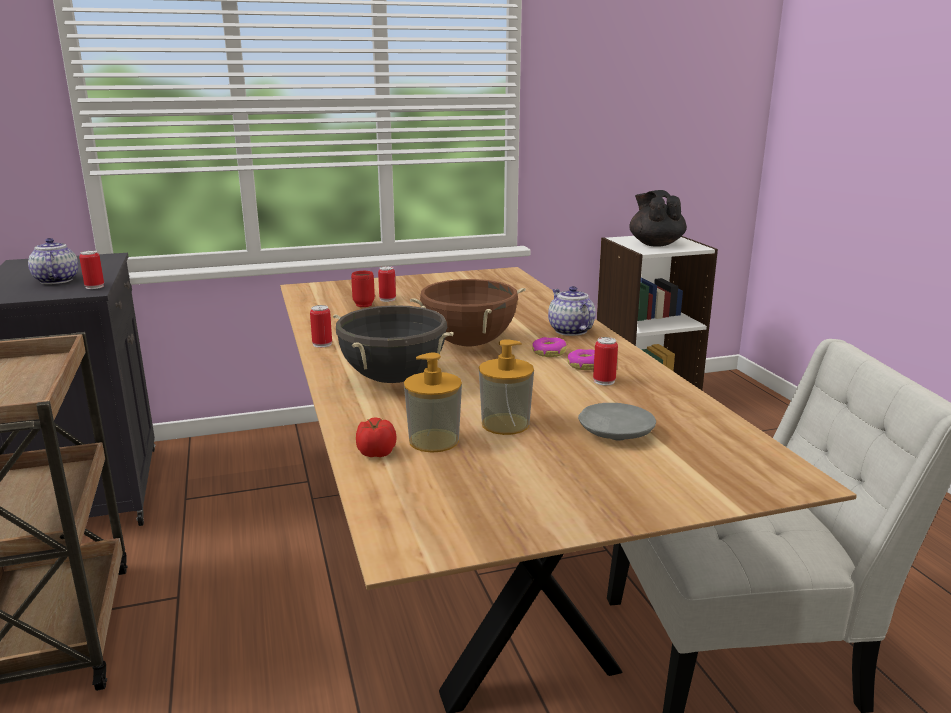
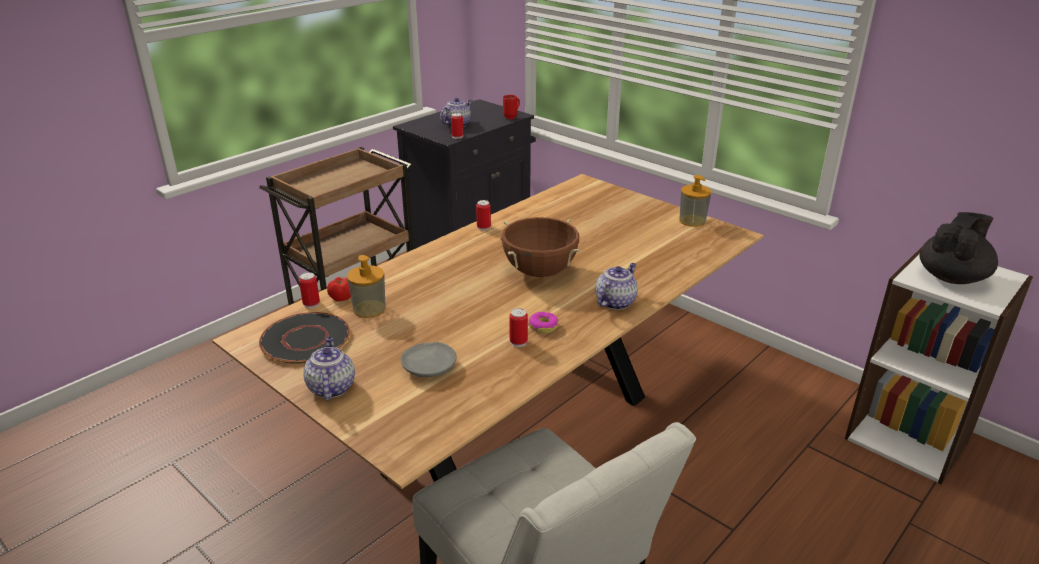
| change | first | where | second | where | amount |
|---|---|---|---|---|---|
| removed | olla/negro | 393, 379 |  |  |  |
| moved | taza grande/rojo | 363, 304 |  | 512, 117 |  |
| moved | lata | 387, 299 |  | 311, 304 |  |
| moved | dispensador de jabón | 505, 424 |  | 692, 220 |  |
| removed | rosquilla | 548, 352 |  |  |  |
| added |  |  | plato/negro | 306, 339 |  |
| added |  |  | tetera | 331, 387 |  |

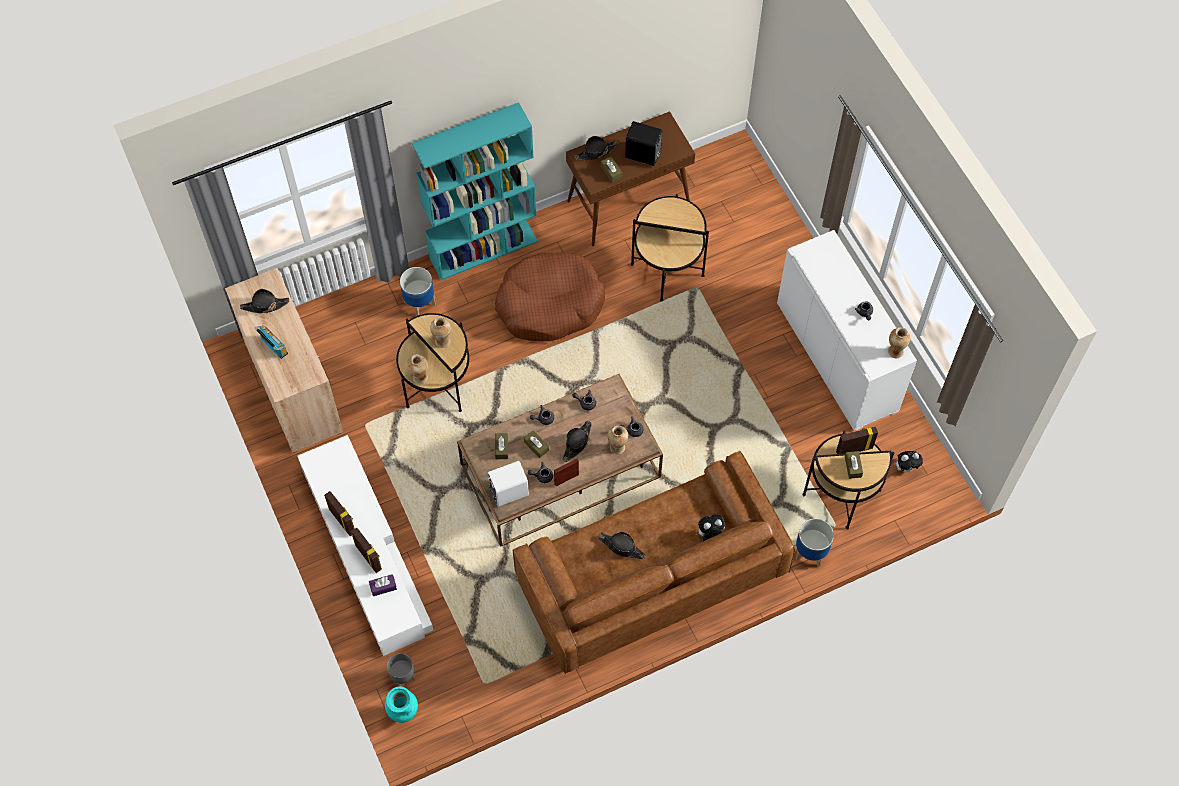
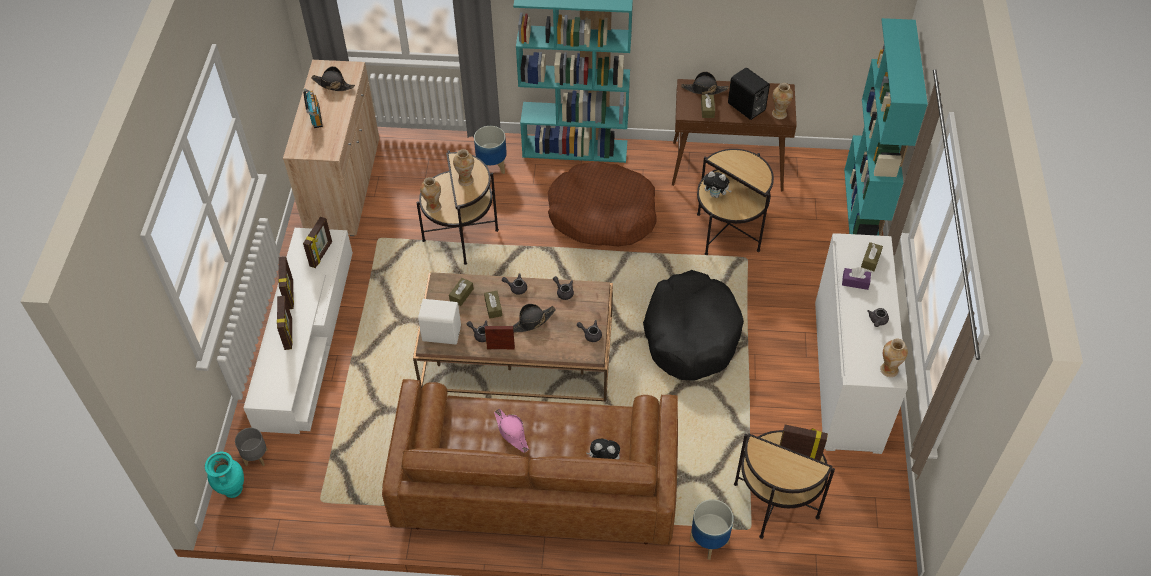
| change | first | where | second | where | amount |
|---|---|---|---|---|---|
| moved | caja de pañuelos/morado | 383, 587 |  | 855, 282 |  |
| recoloured | sombrero/negro | 622, 547 | sombrero/rosa | 511, 432 |  |
| moved | florero | 617, 447 |  | 779, 114 |  |
| moved | caja de pañuelos/marrón | 853, 467 |  | 870, 260 |  |
| moved | peluche | 906, 468 |  | 715, 195 |  |
| added |  |  | portarretratos | 321, 254 |  |
| added |  |  | cama para perro/negro | 691, 334 |  |
| added |  |  | estantería/turquesa | 863, 210 |  |

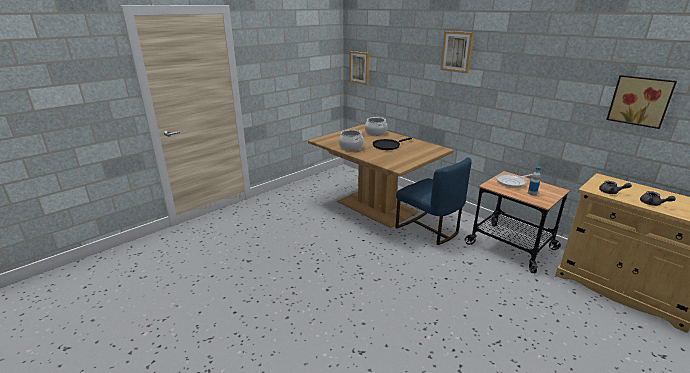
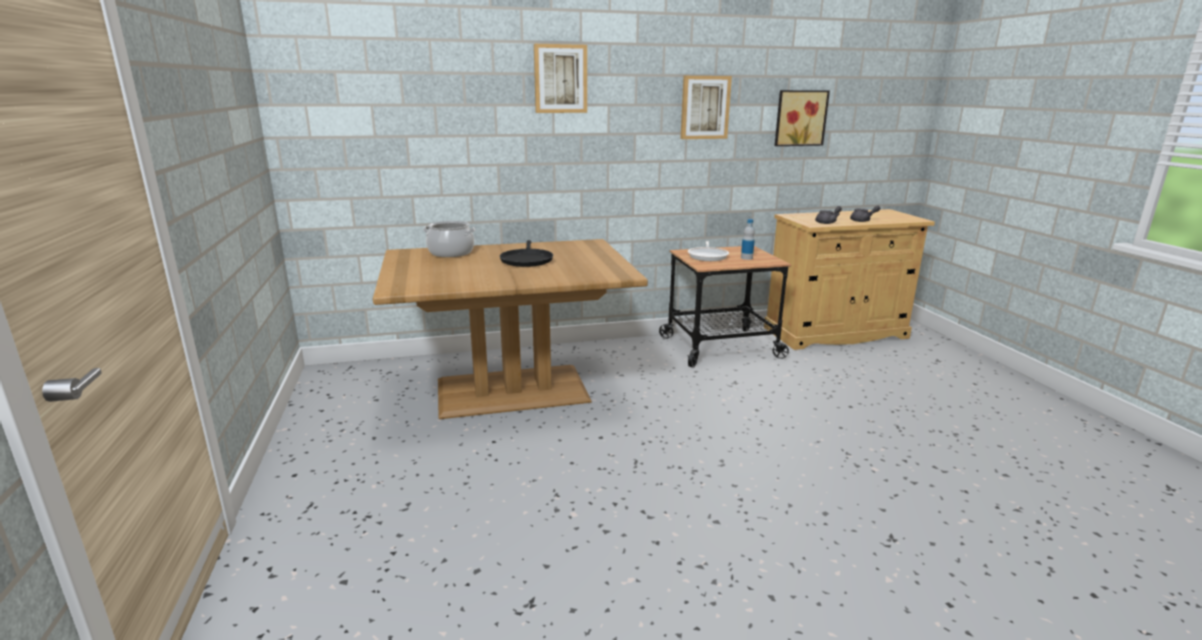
| change | first | where | second | where | amount |
|---|---|---|---|---|---|
| removed | olla | 350, 147 |  |  |  |
| moved | cuadro | 359, 67 |  | 704, 107 |  |
| removed | silla/azul | 429, 229 |  |  |  |

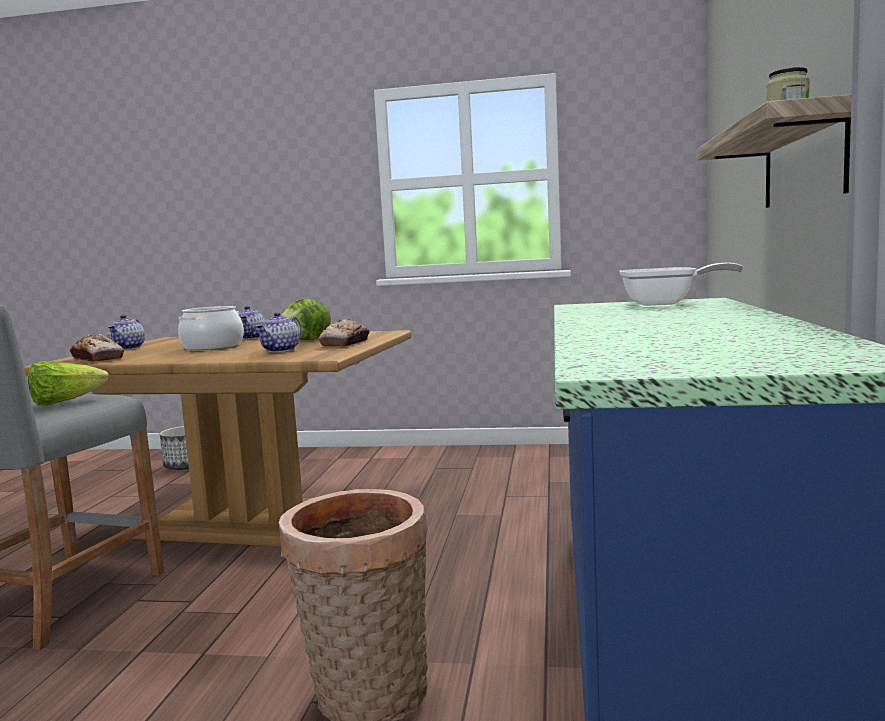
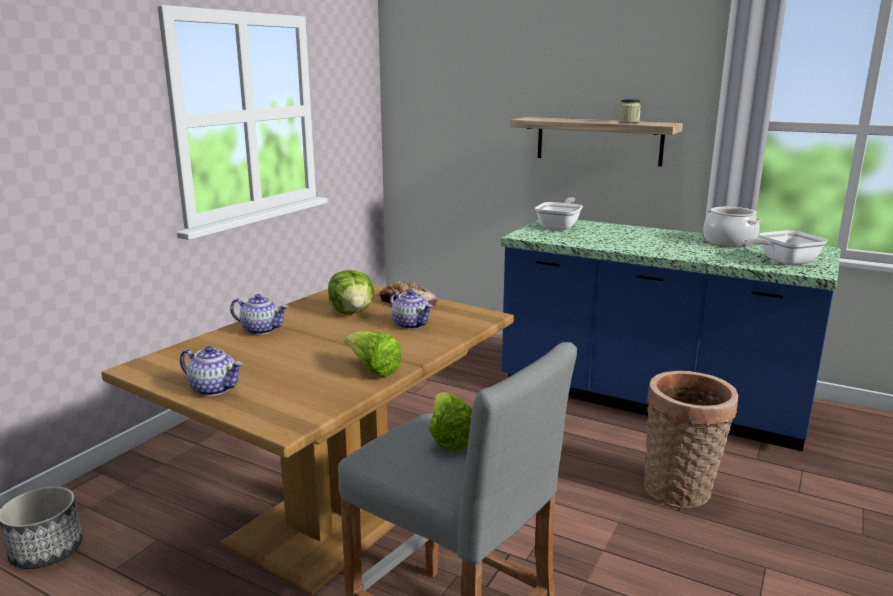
| change | first | where | second | where | amount |
|---|---|---|---|---|---|
| removed | pan | 97, 359 |  |  |  |
| moved | olla | 212, 346 |  | 729, 242 |  |
| added |  |  | lechuga | 373, 370 |  |
| added |  |  | sartén | 782, 262 |  |

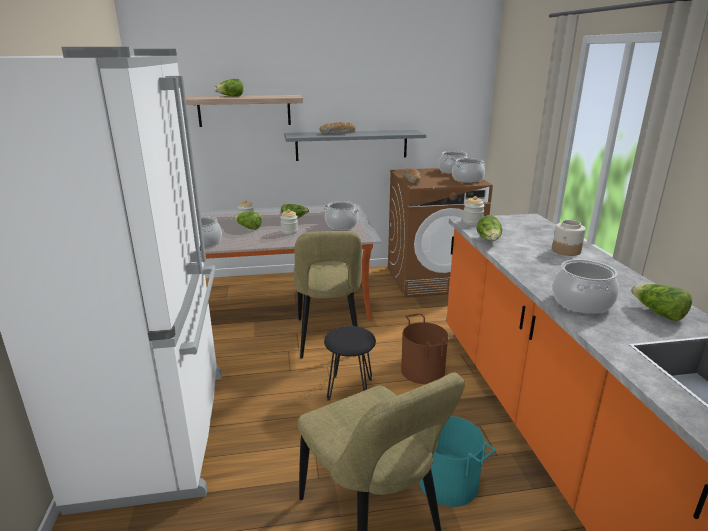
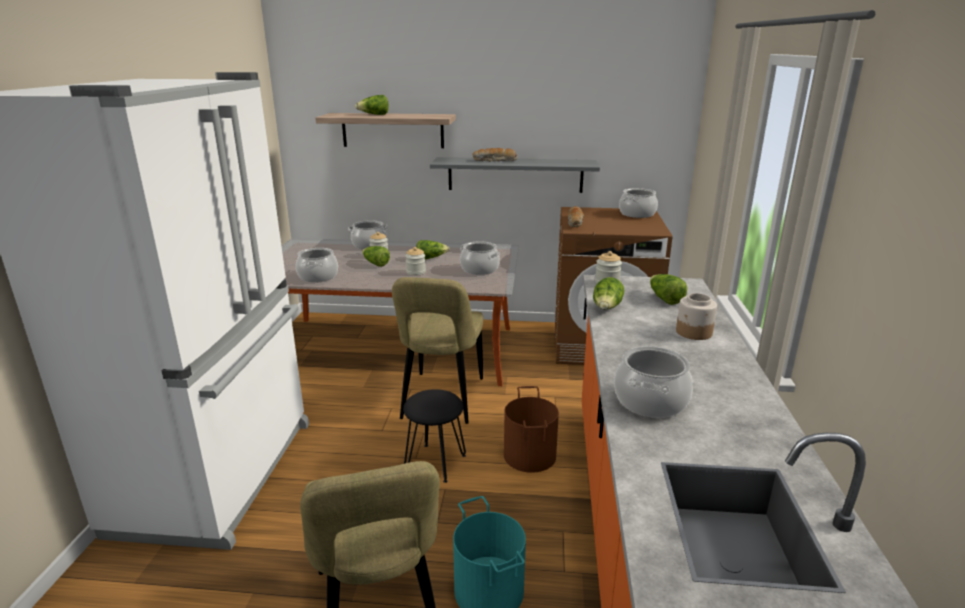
| change | first | where | second | where | amount |
|---|---|---|---|---|---|
| moved | olla | 467, 179 |  | 369, 245 |  |
| moved | lechuga | 658, 313 |  | 664, 299 |  |

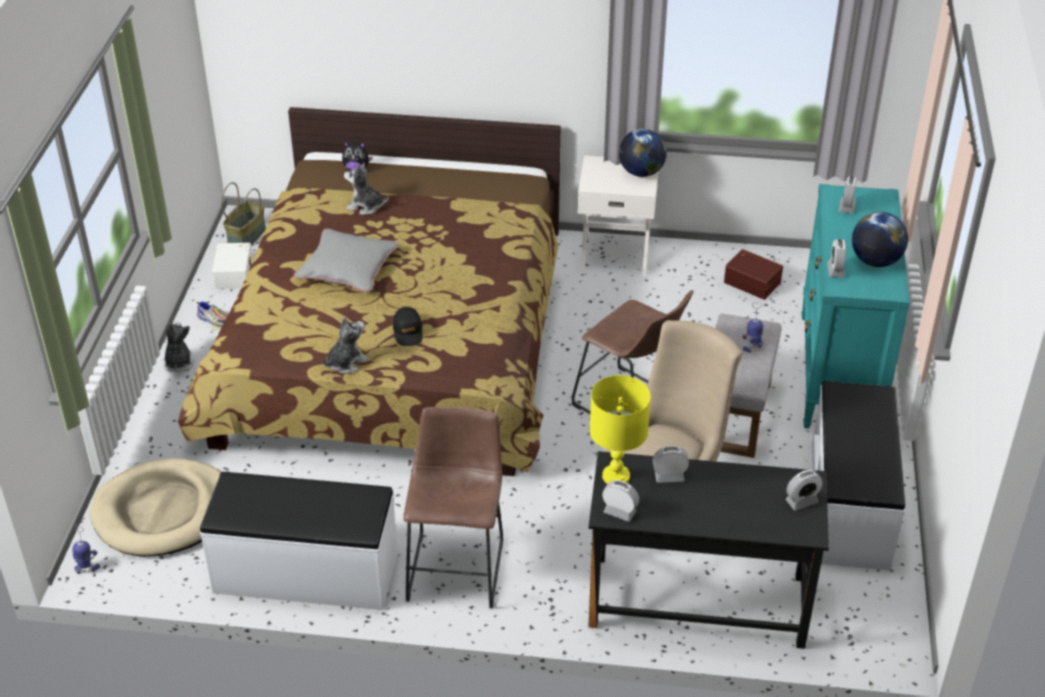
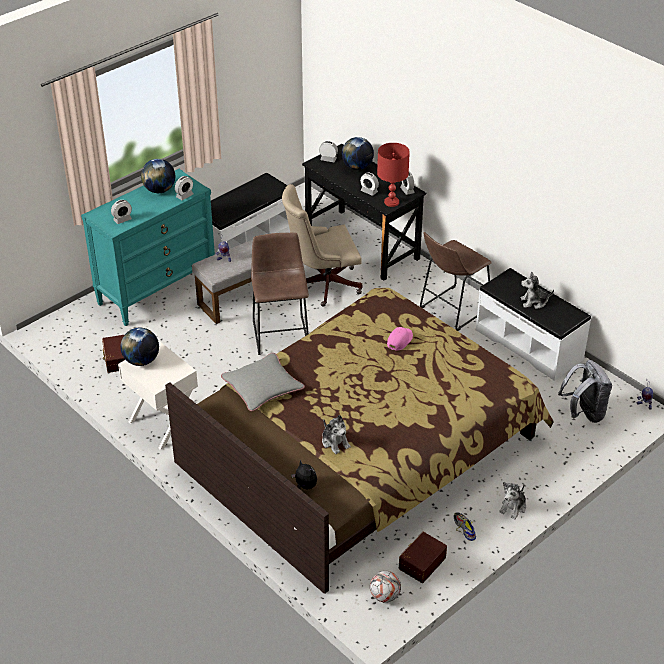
| change | first | where | second | where | amount |
|---|---|---|---|---|---|
| replaced | cama para perro/beis | 164, 512 | mochila/gris | 584, 413 |  |
| recoloured | caja de almacenaje/blanco | 235, 274 | caja de almacenaje/marrón | 421, 562 |  |
| replaced | cesta | 246, 236 | balón de fútbol | 385, 596 |  |
| moved | cojín/gris | 347, 267 |  | 262, 387 |  |
| moved | peluche | 345, 362 |  | 534, 302 |  |
| recoloured | gorra/negro | 408, 331 | gorra/rosa | 400, 340 |  |
| recoloured | lámpara de mesa/amarillo | 616, 476 | lámpara de mesa/rojo | 391, 202 |  |
| added |  |  | globo terráqueo | 357, 167 |  |

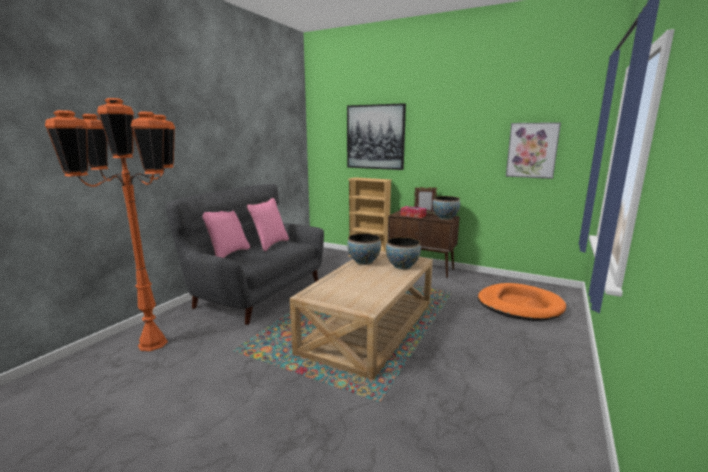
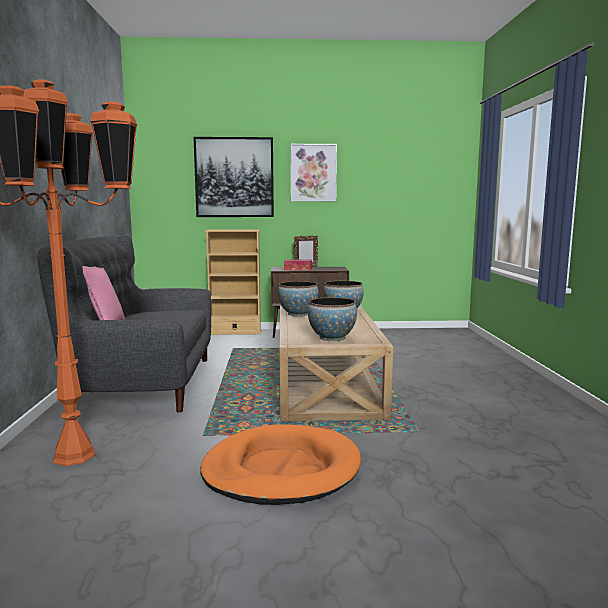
| change | first | where | second | where | amount |
|---|---|---|---|---|---|
| removed | cojín/rosa | 270, 244 |  |  |  |
| moved | cuenco | 445, 218 |  | 332, 338 |  |
| moved | cama para perro/naranja | 519, 305 |  | 281, 470 |  |
| moved | cuadro | 532, 150 |  | 313, 173 |  |

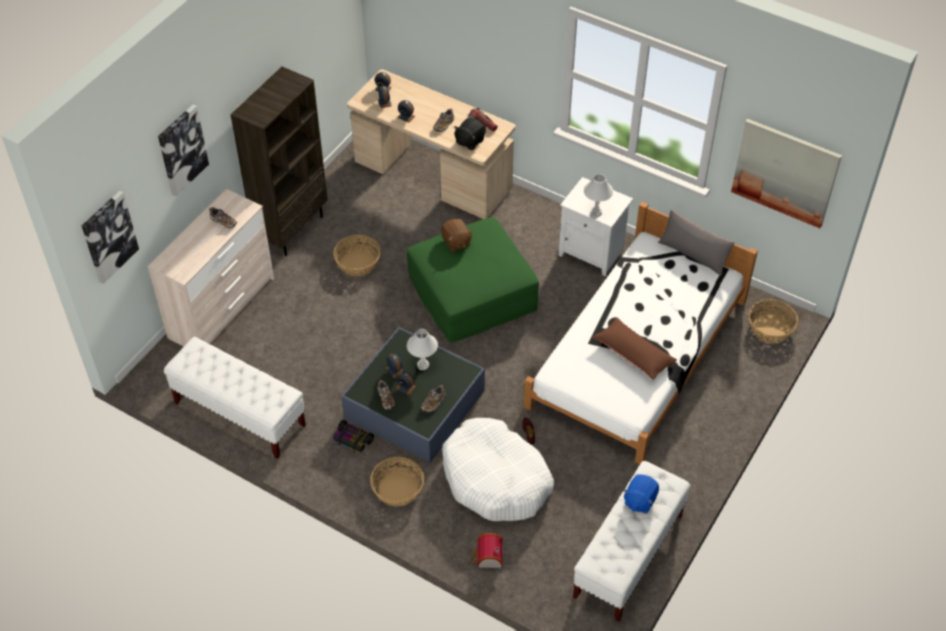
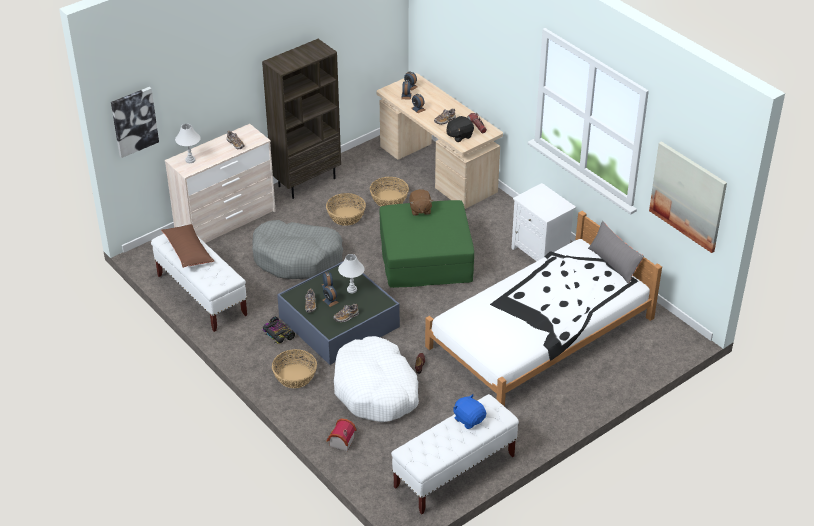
| change | first | where | second | where | amount |
|---|---|---|---|---|---|
| removed | cuadro | 182, 149 |  |  |  |
| moved | lámpara de mesa/blanco | 596, 212 |  | 190, 160 |  |
| moved | cojín/marrón | 633, 354 |  | 188, 251 |  |
| turned | peluche/azul | 639, 500 |  | 469, 419 | 90 degrees clockwise |
| moved | cesta | 770, 328 |  | 389, 199 |  |
| added |  |  | cama para perro/gris | 297, 258 |  |

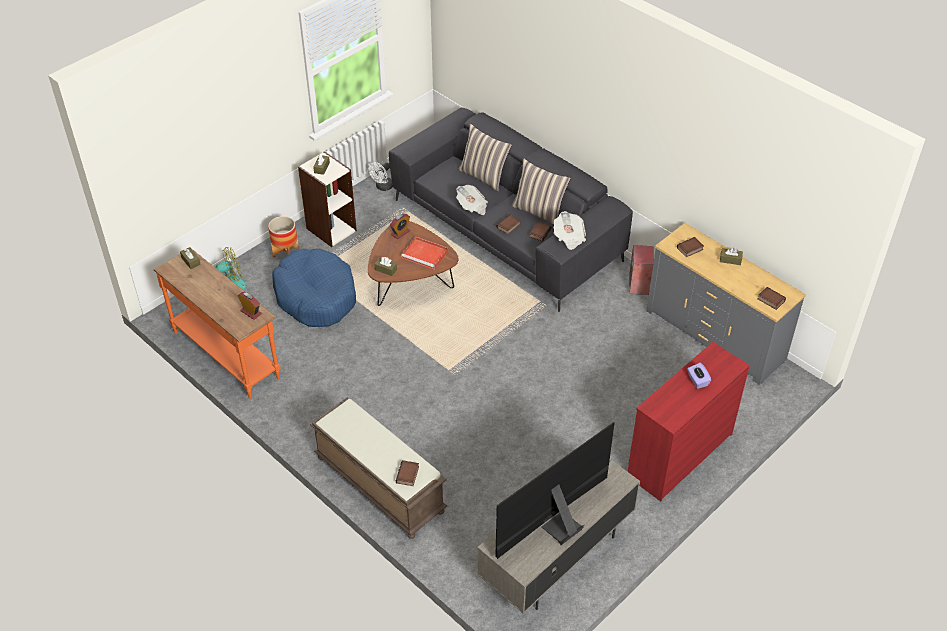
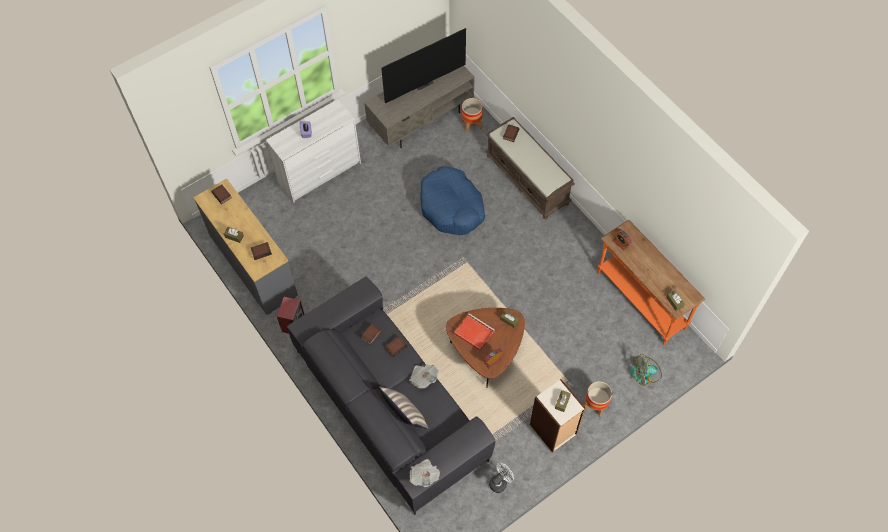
| change | first | where | second | where | amount |
|---|---|---|---|---|---|
| moved | cama para perro/azul | 316, 296 |  | 451, 207 |  |
| removed | cojín | 539, 211 |  |  |  |
| moved | periódico | 569, 237 |  | 424, 475 |  |
| recoloured | cómoda/rojo | 679, 454 | cómoda/blanco | 320, 173 |  |
| added |  |  | maceta | 471, 124 |  |

